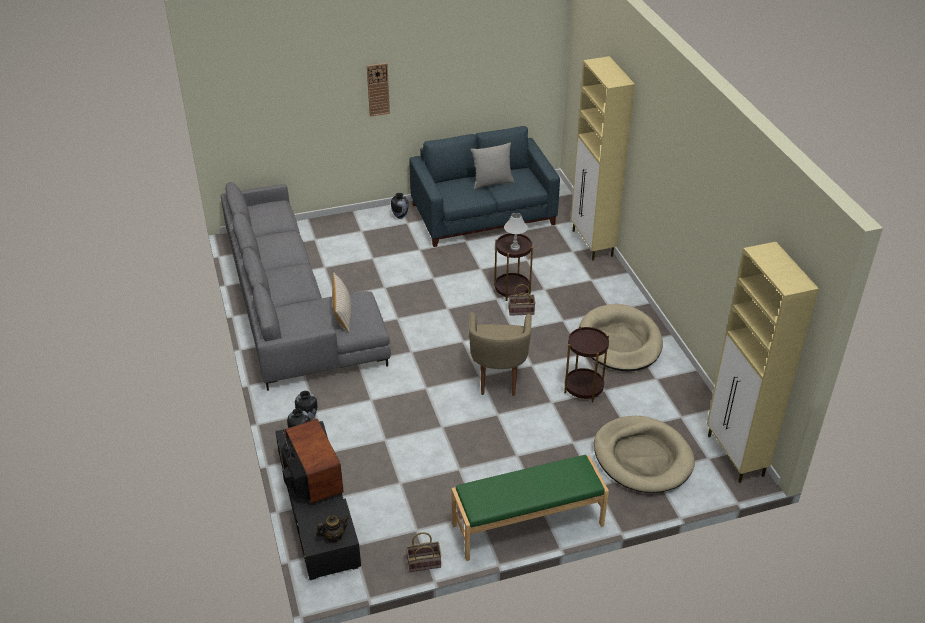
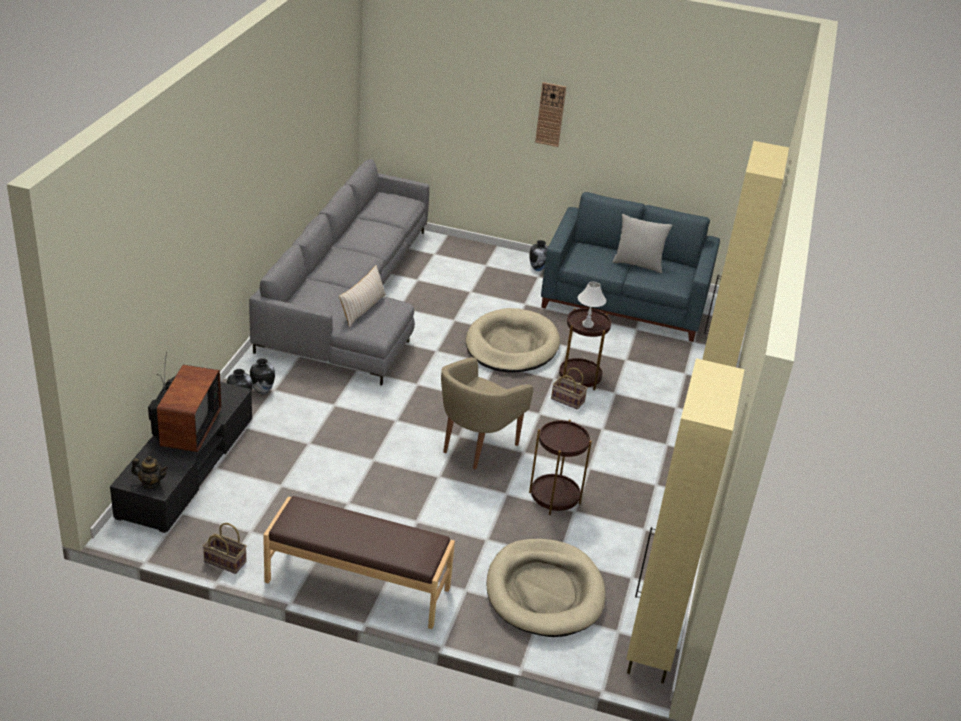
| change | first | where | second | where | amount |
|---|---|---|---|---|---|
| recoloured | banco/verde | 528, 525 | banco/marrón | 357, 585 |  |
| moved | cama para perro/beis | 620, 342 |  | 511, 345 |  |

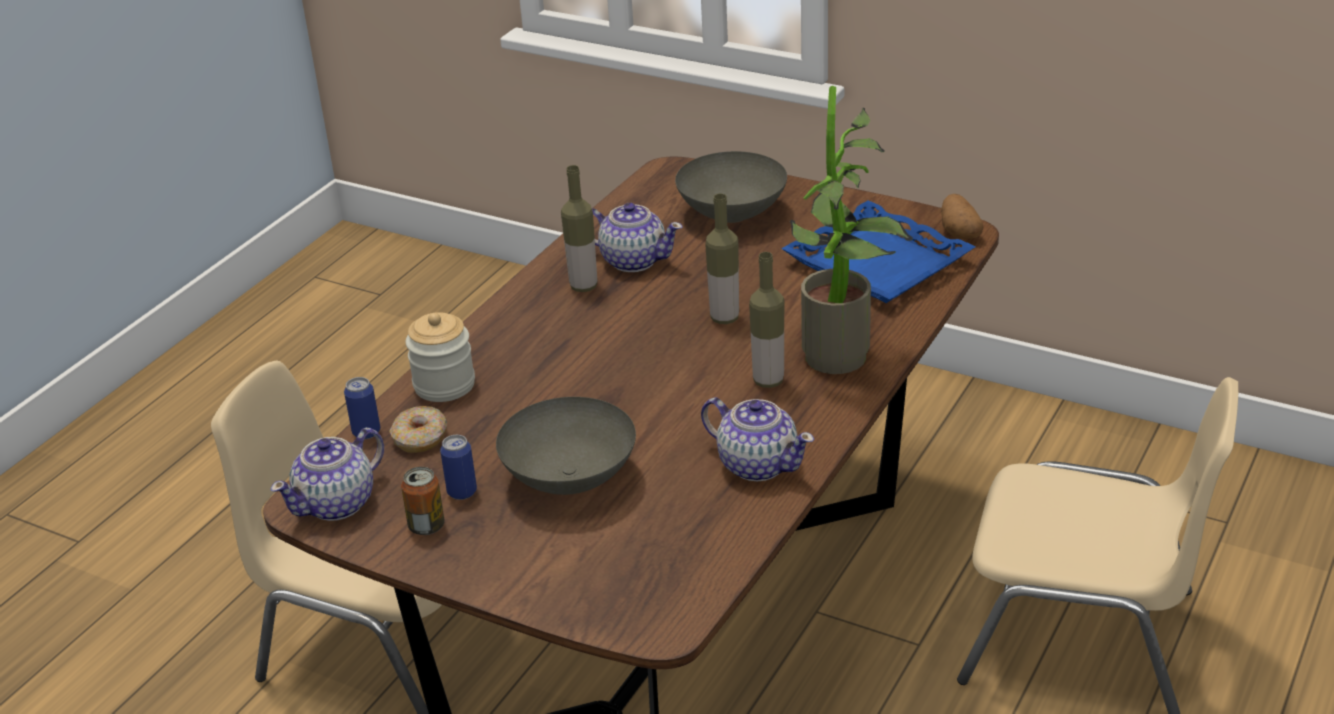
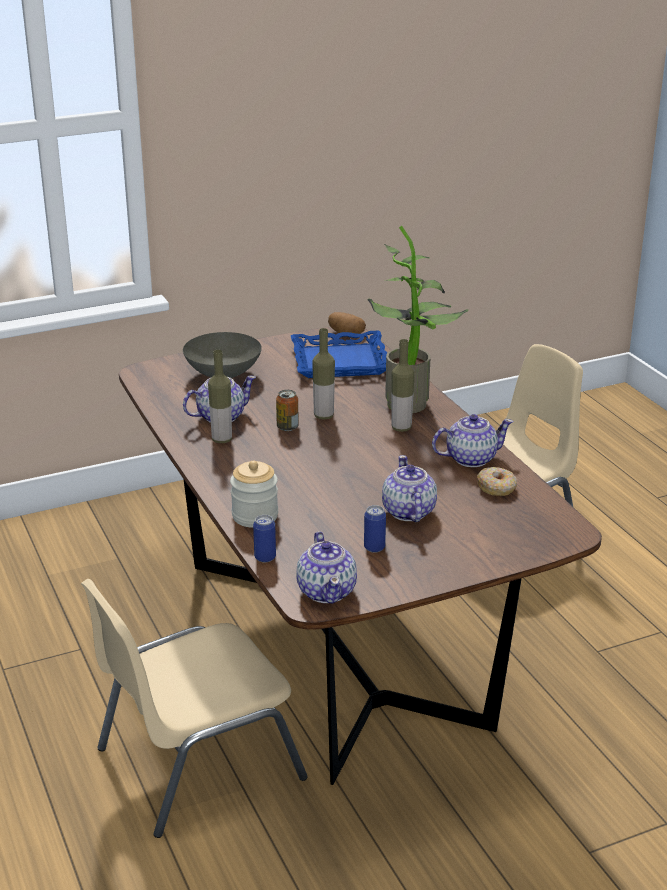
| change | first | where | second | where | amount |
|---|---|---|---|---|---|
| moved | rosquilla | 420, 438 |  | 497, 487 |  |
| moved | lata | 427, 526 |  | 287, 427 |  |
| replaced | cuenco/gris | 568, 478 | tetera | 408, 512 |  |

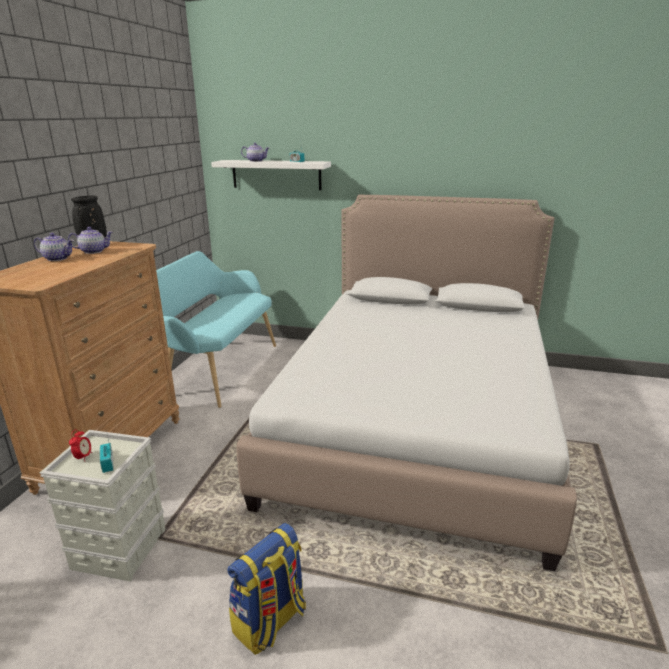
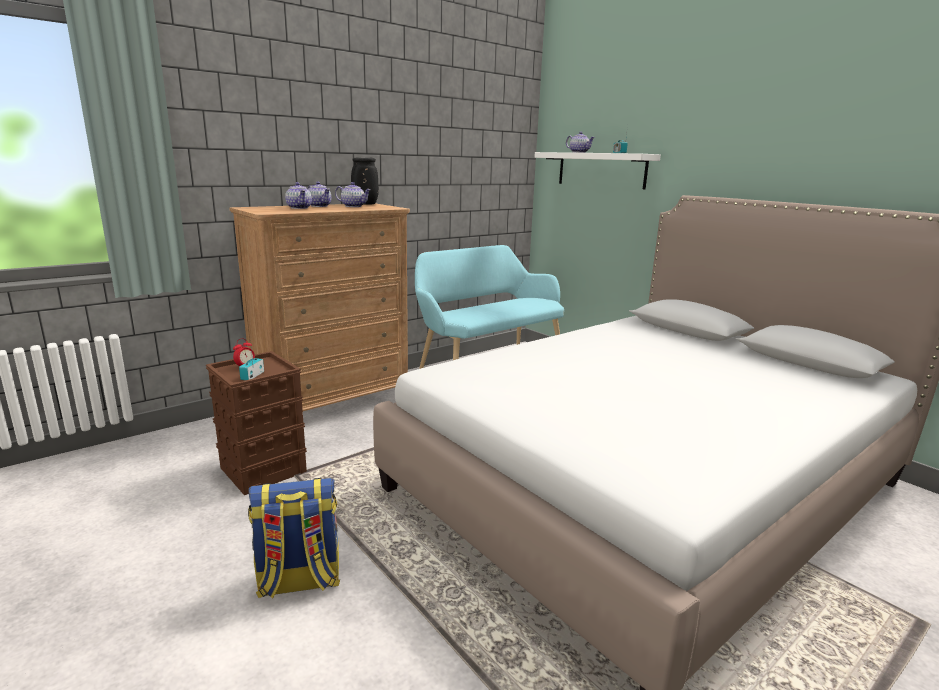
| change | first | where | second | where | amount |
|---|---|---|---|---|---|
| recoloured | caja de almacenaje/gris | 119, 548 | caja de almacenaje/marrón | 263, 469 |  |
| added |  |  | tetera | 299, 208 |  |

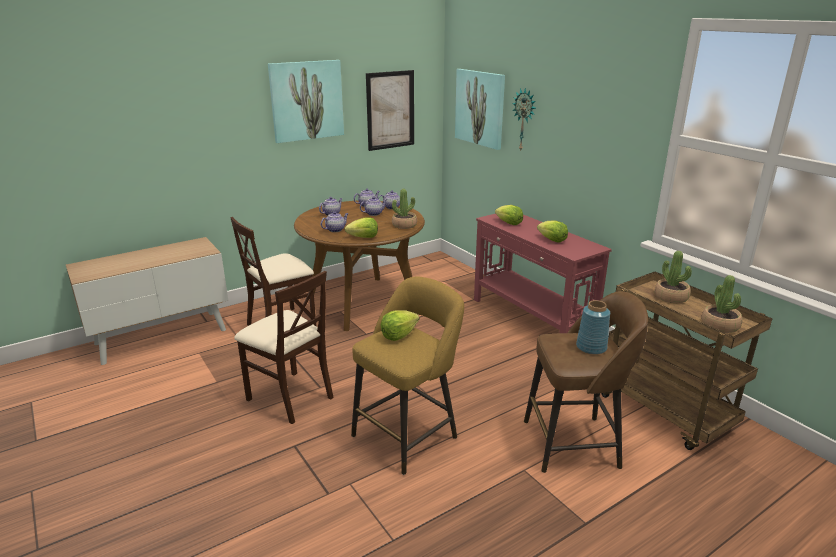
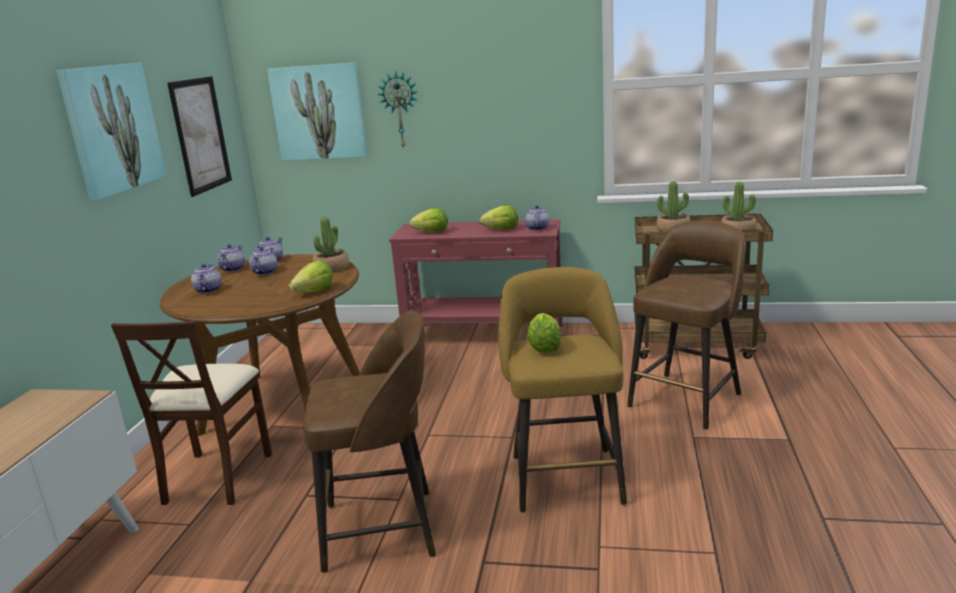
| change | first | where | second | where | amount |
|---|---|---|---|---|---|
| replaced | silla/beis | 290, 397 | taburete/marrón | 384, 529 |  |
| moved | tetera | 335, 230 |  | 537, 228 |  |
| removed | florero/azul | 590, 347 |  |  |  |

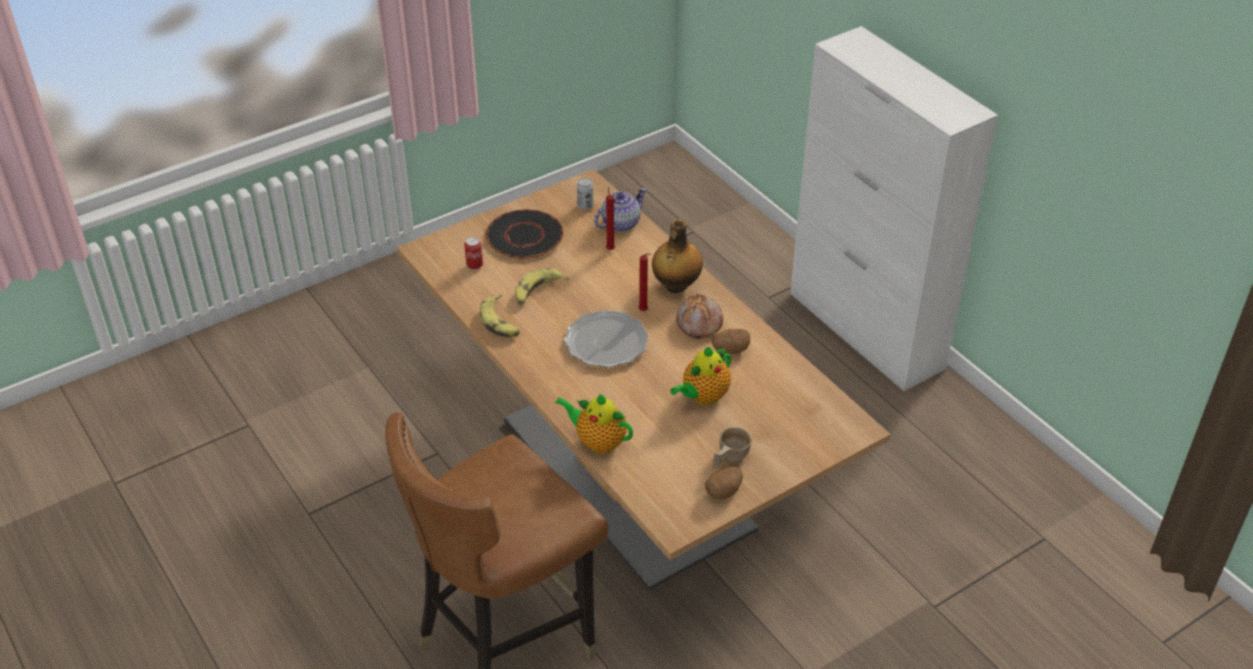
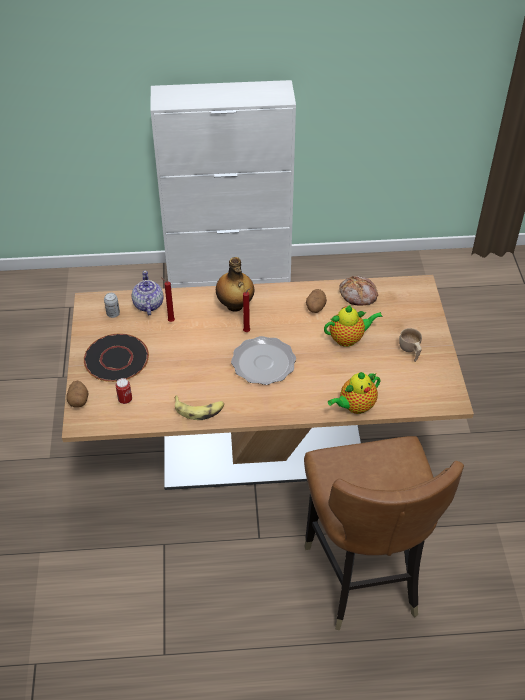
| change | first | where | second | where | amount |
|---|---|---|---|---|---|
| removed | plátano | 538, 291 |  |  |  |
| turned | tetera | 703, 397 |  | 348, 339 | 90 degrees counterclockwise |
| moved | pan | 698, 323 |  | 358, 295 |  |
| moved | patata | 724, 491 |  | 78, 400 |  |

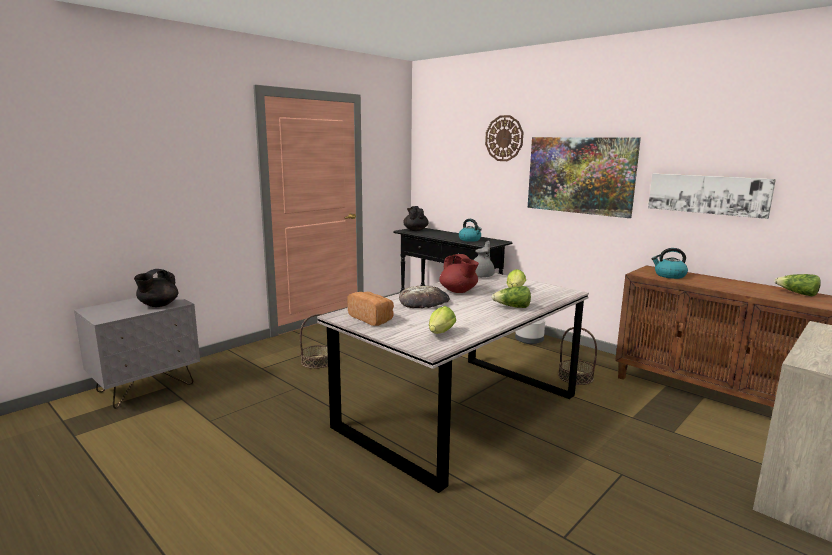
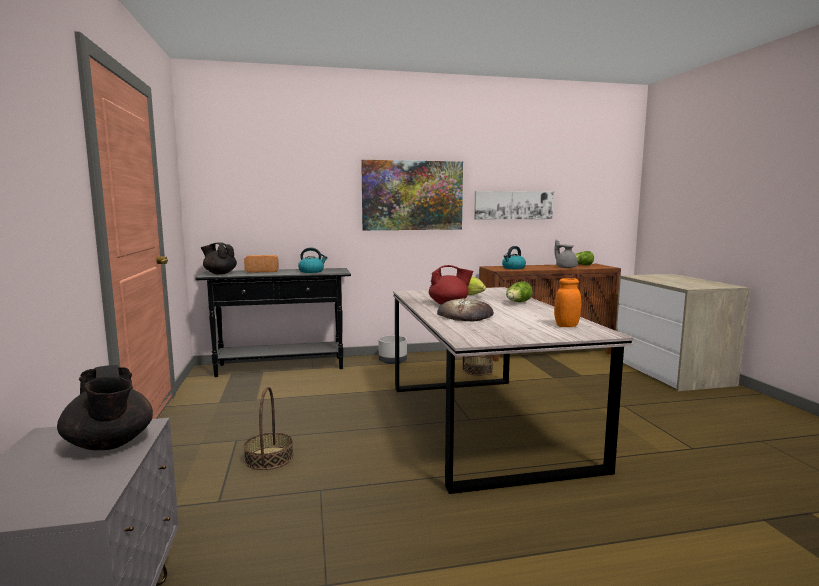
| change | first | where | second | where | amount |
|---|---|---|---|---|---|
| moved | pan | 372, 318 |  | 263, 271 |  |
| replaced | lechuga | 440, 334 | tarro/naranja | 566, 326 |  |
| moved | tetera/gris | 482, 276 |  | 565, 267 |  |
| removed | reloj de pared | 504, 138 |  |  |  |

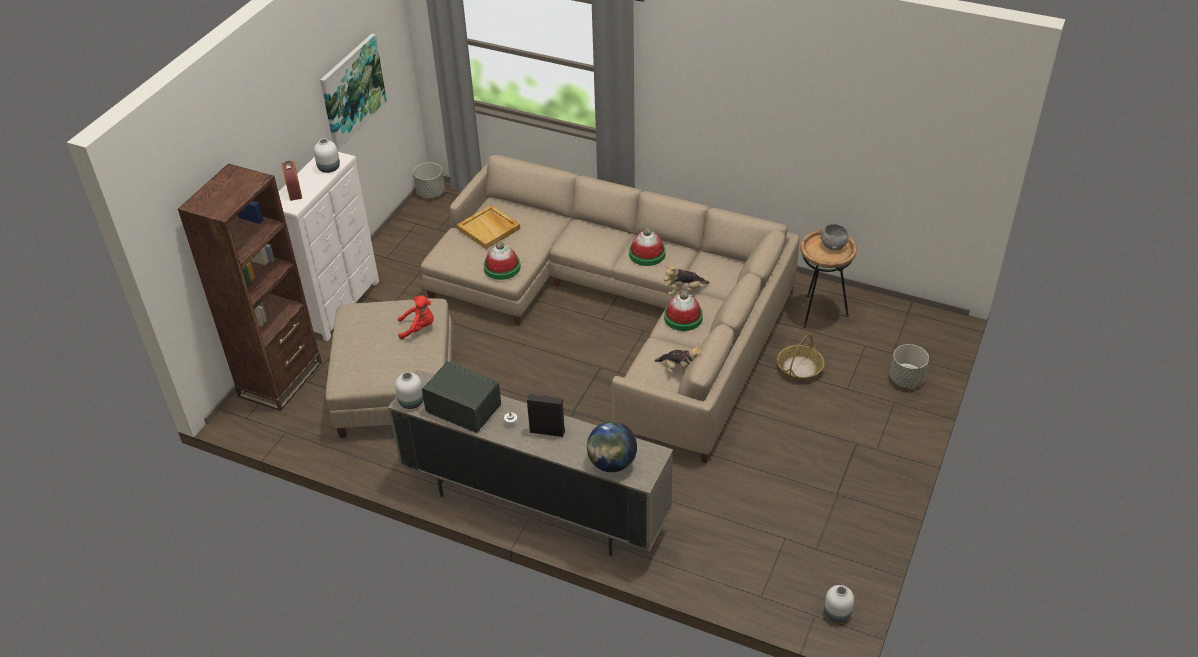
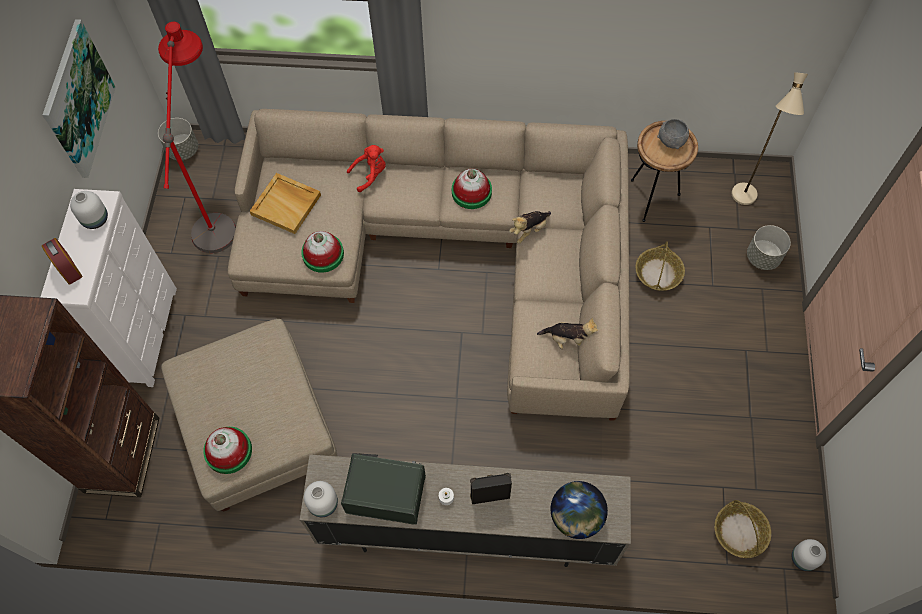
| change | first | where | second | where | amount |
|---|---|---|---|---|---|
| moved | peluche/rojo | 419, 328 |  | 370, 174 |  |
| moved | sombrero | 683, 317 |  | 228, 451 |  |
| added |  |  | lámpara de pie/rojo | 219, 206 |  |
| added |  |  | cesta | 739, 532 |  |
| added |  |  | lámpara de pie/beis | 742, 202 |  |

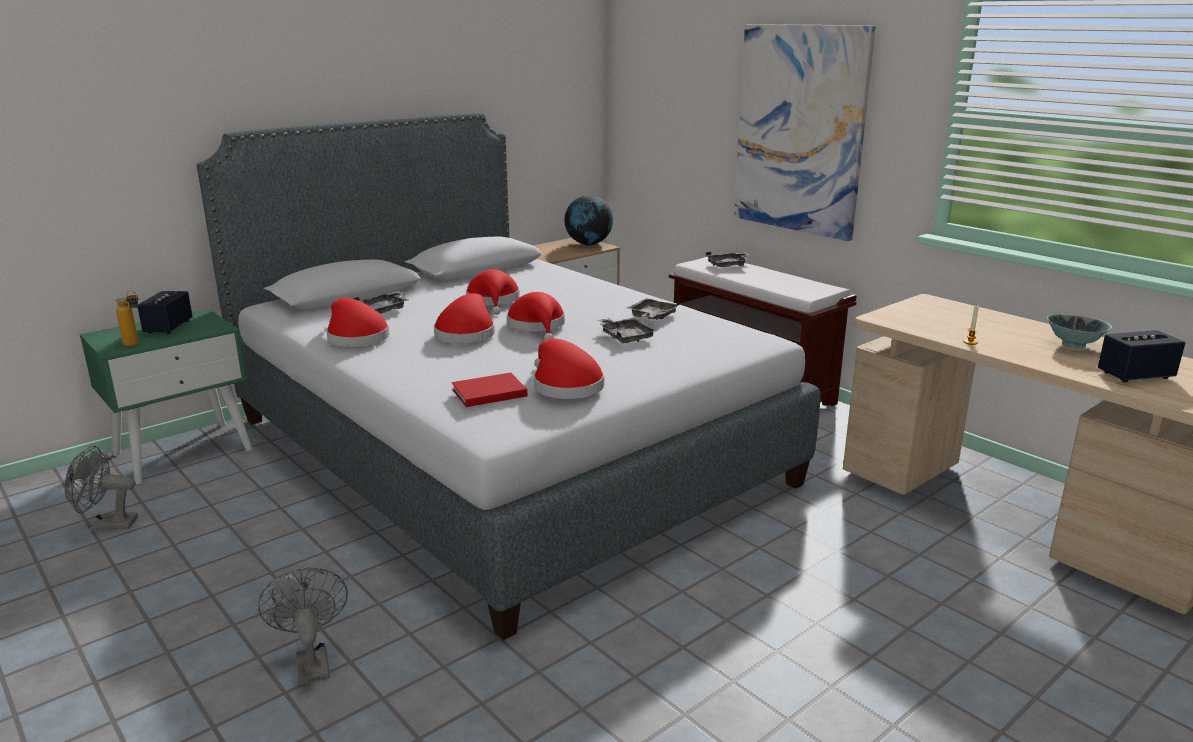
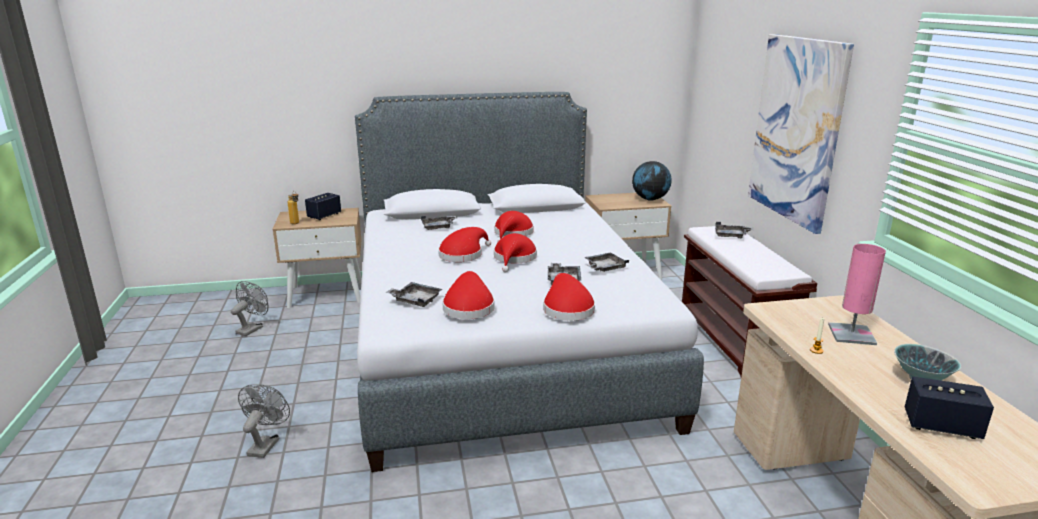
| change | first | where | second | where | amount |
|---|---|---|---|---|---|
| turned | ventilador/gris | 106, 525 |  | 252, 328 | 90 degrees clockwise |
| recoloured | mesita de noche/verde | 184, 451 | mesita de noche/beis | 327, 294 |  |
| moved | sombrero/rojo | 355, 337 |  | 567, 308 |  |
| replaced | libro/rojo | 487, 393 | bandeja/gris | 415, 300 |  |
| added |  |  | lámpara de mesa/rosa | 851, 334 |  |

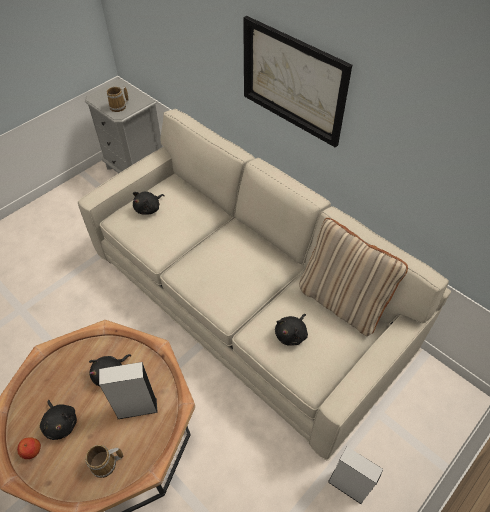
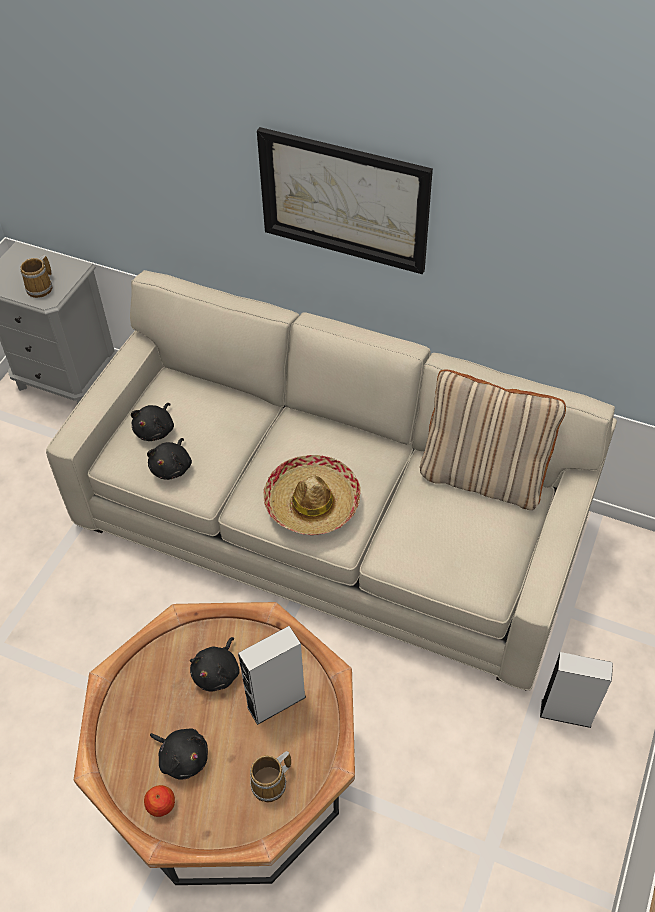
| change | first | where | second | where | amount |
|---|---|---|---|---|---|
| moved | peluche/negro | 291, 334 |  | 172, 467 |  |
| added |  |  | sombrero | 312, 503 |  |

